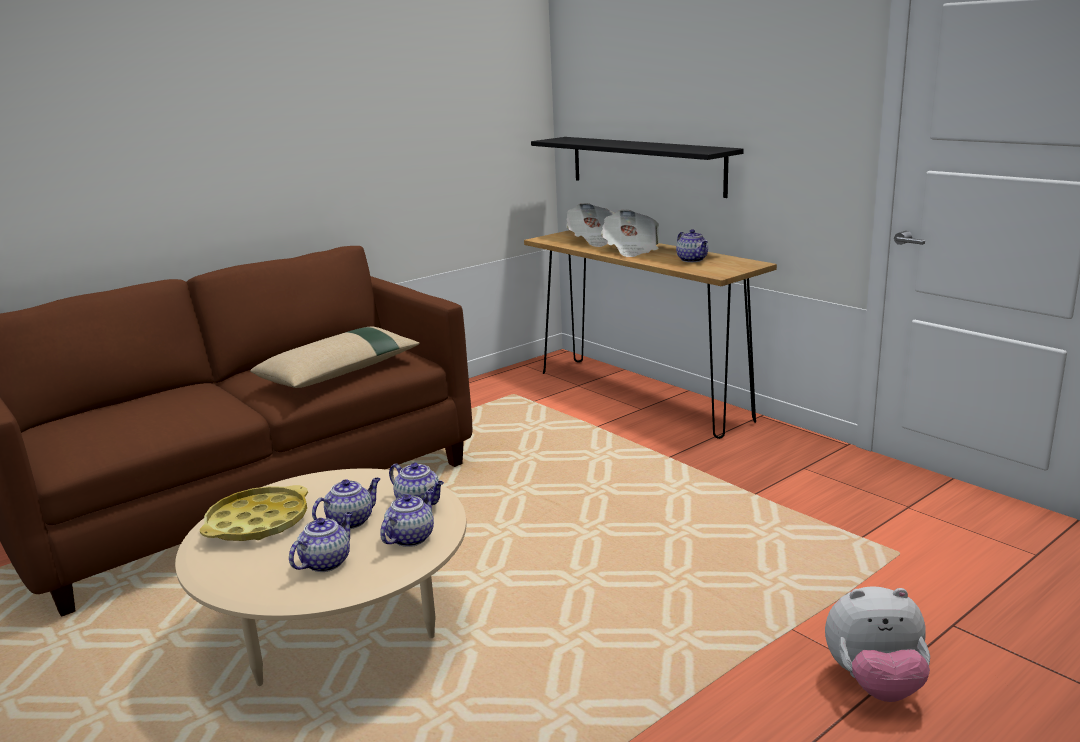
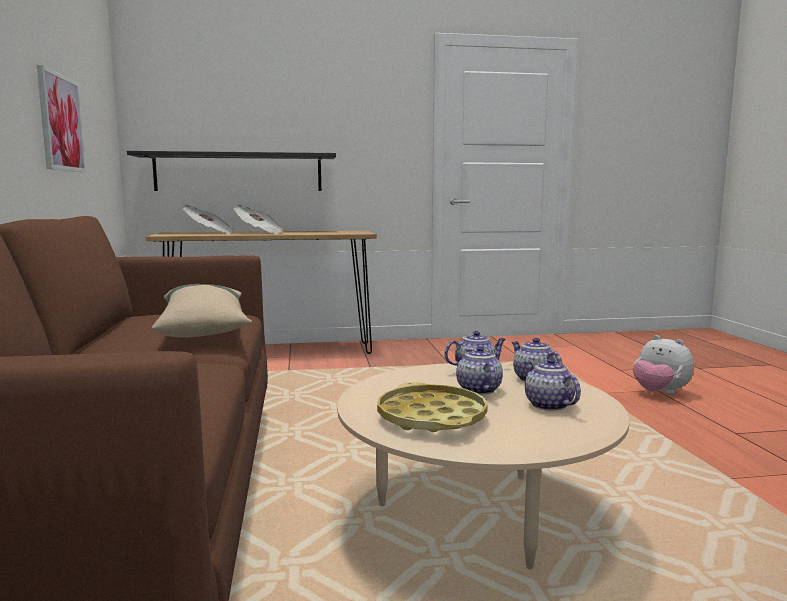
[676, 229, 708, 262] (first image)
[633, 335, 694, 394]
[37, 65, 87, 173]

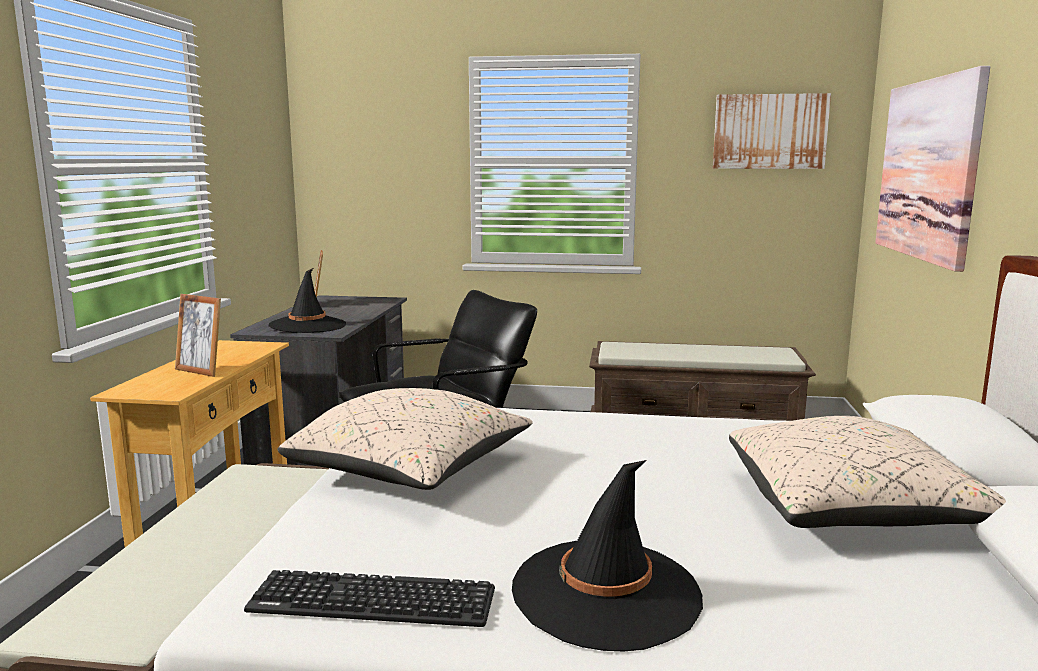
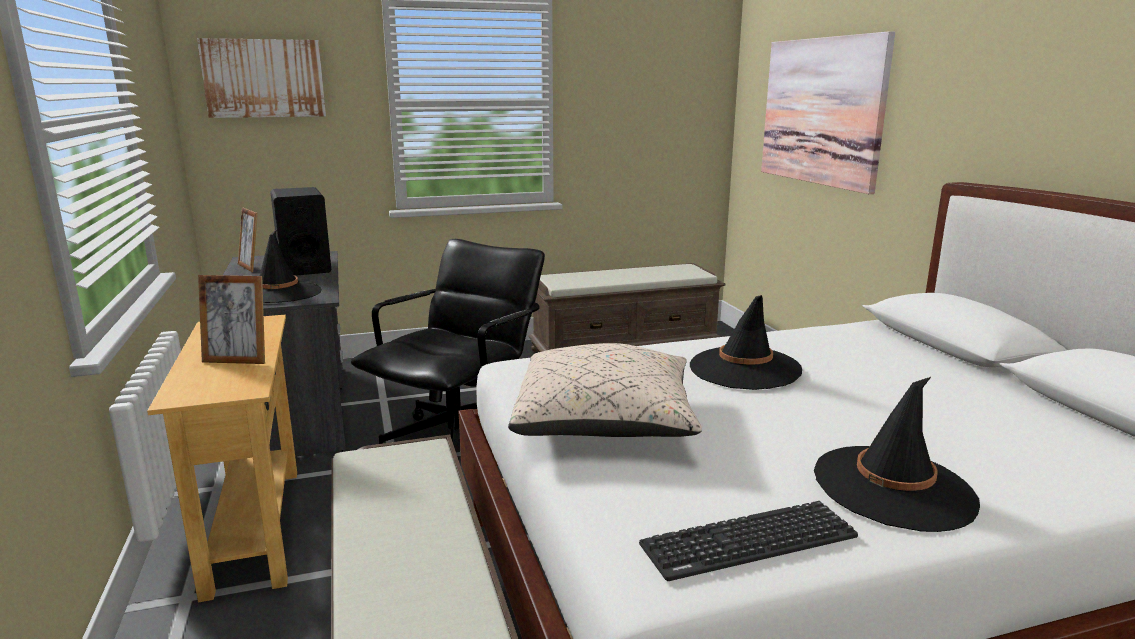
[197, 38, 326, 118]
[729, 416, 1006, 528] (first image)
[270, 187, 331, 276]
[690, 295, 802, 390]

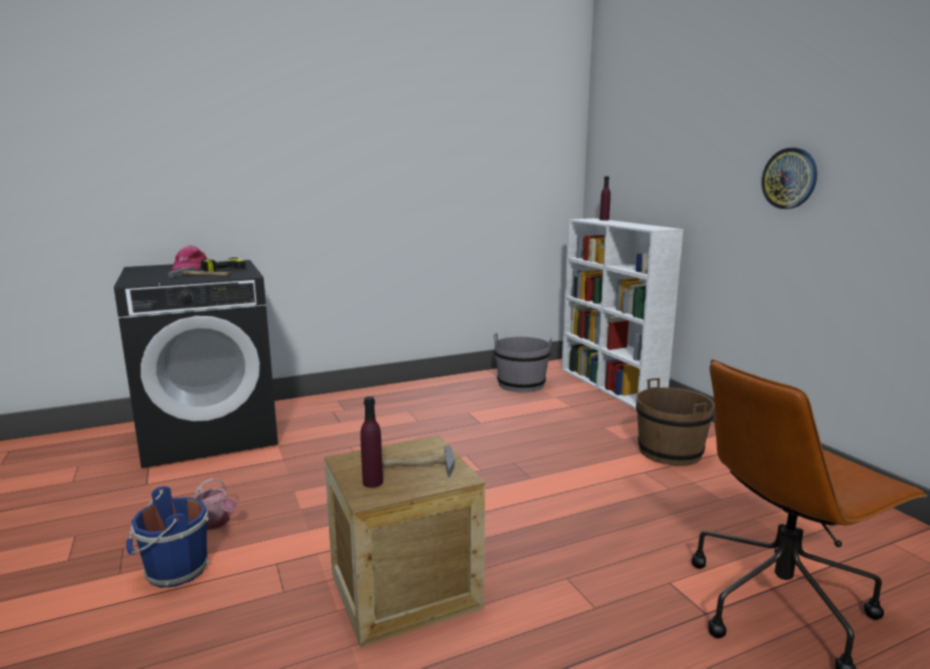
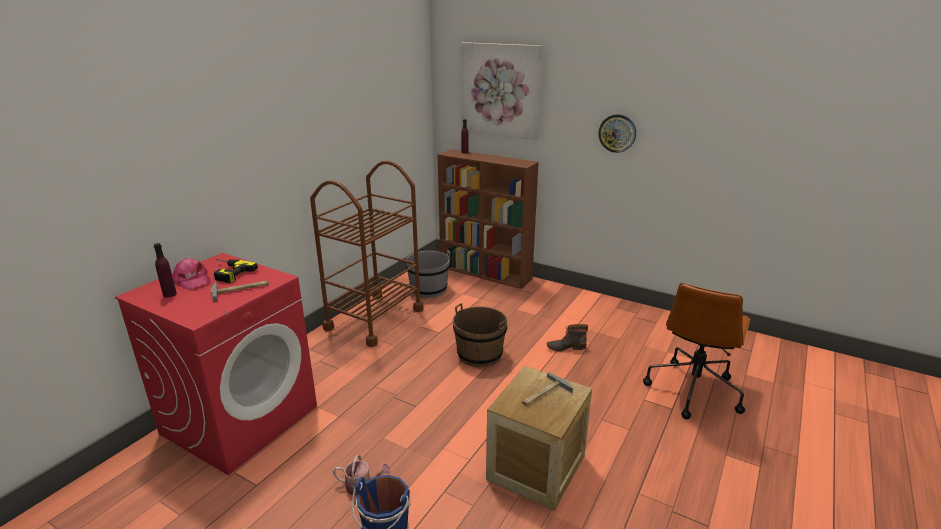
[115, 253, 317, 475]
[154, 243, 177, 297]
[438, 149, 539, 289]
[453, 303, 507, 367]
[310, 161, 424, 347]
[461, 42, 543, 140]
[547, 324, 588, 352]

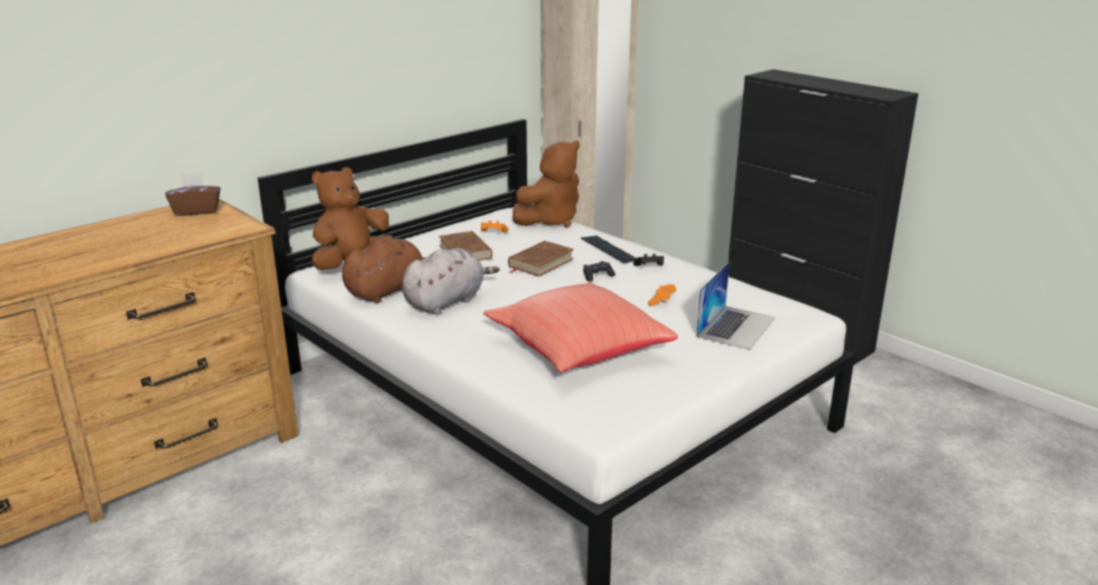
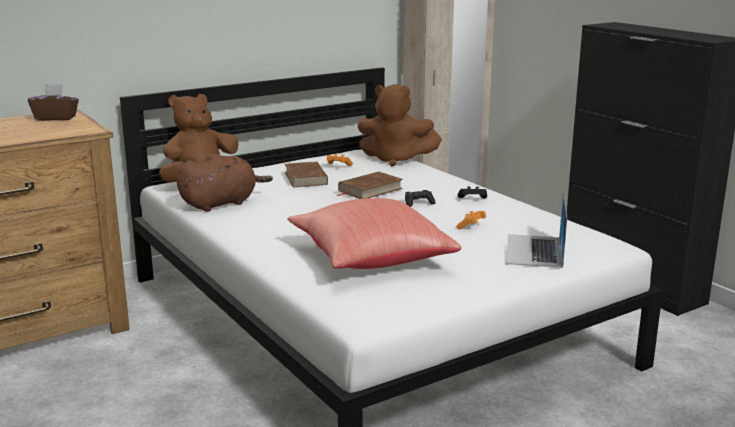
[402, 248, 500, 315] (first image)
[357, 84, 442, 166]
[581, 235, 637, 263] (first image)
[506, 192, 567, 268]

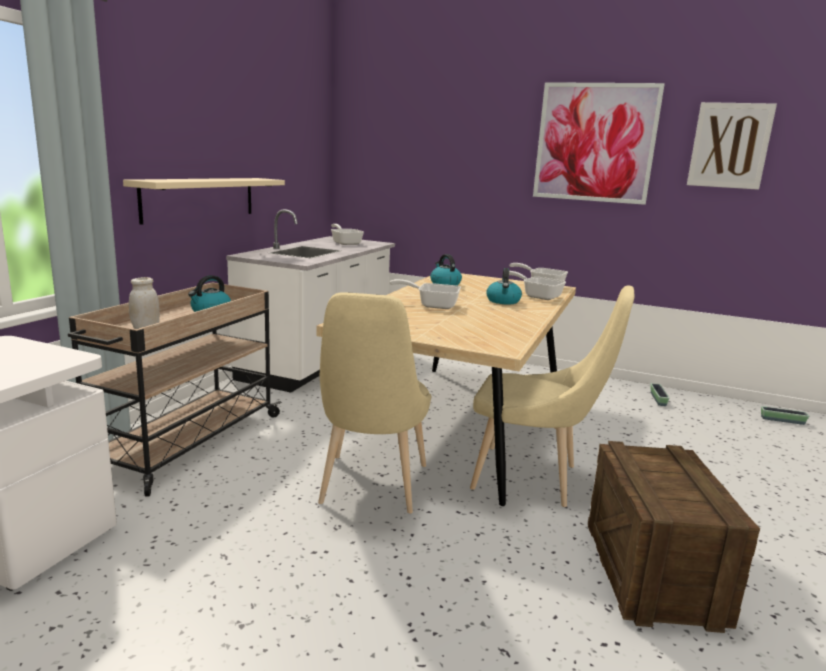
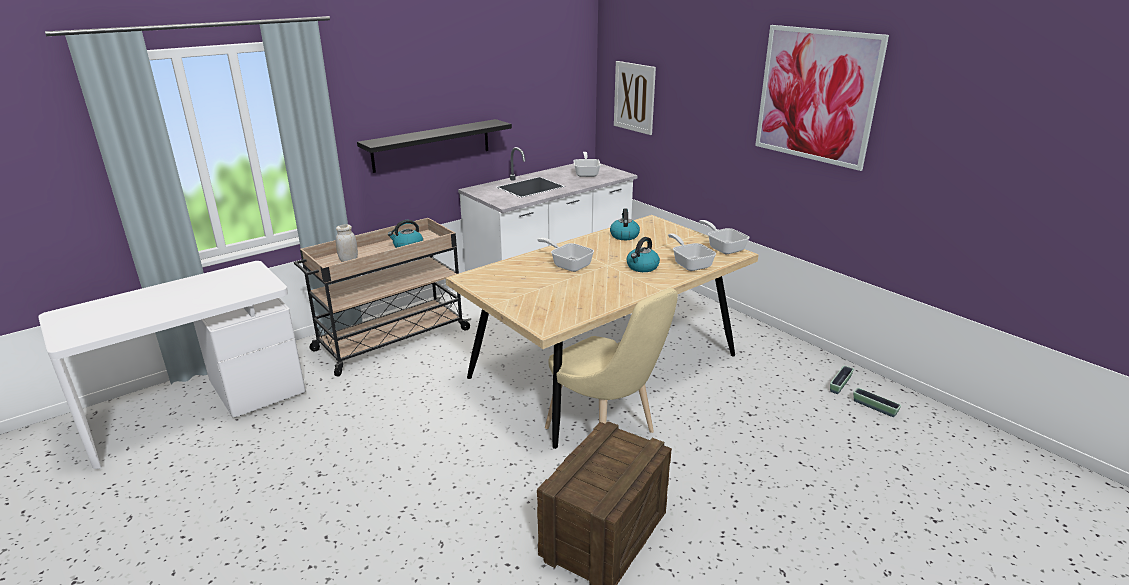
[357, 119, 512, 173]
[318, 292, 431, 513] (first image)
[614, 61, 656, 135]
[853, 388, 901, 417]

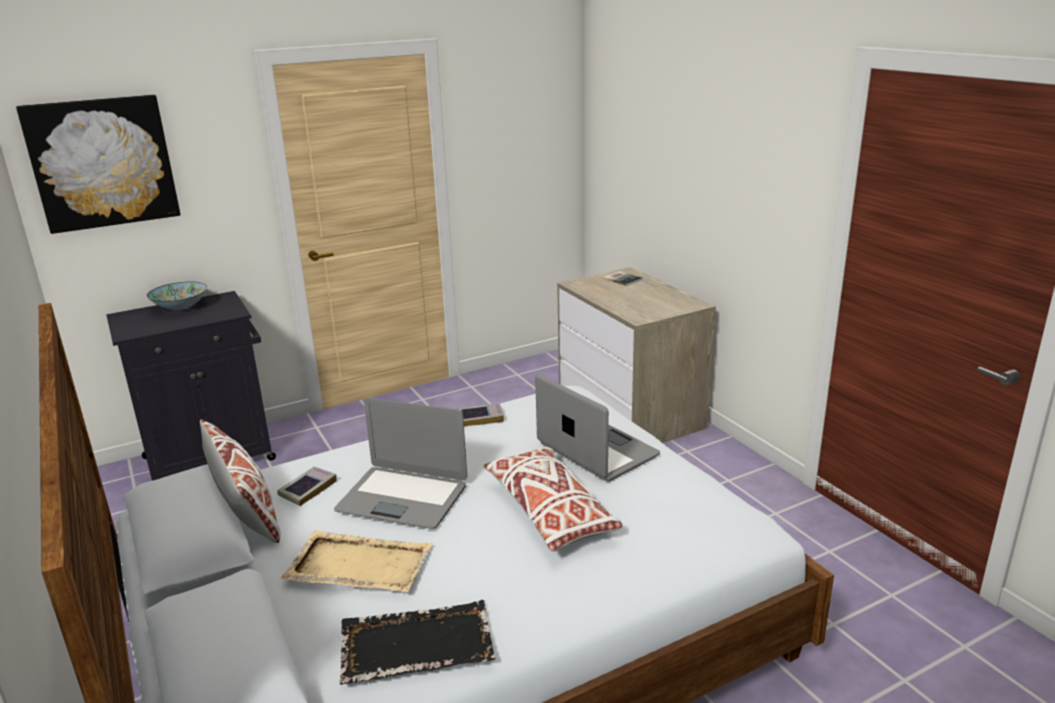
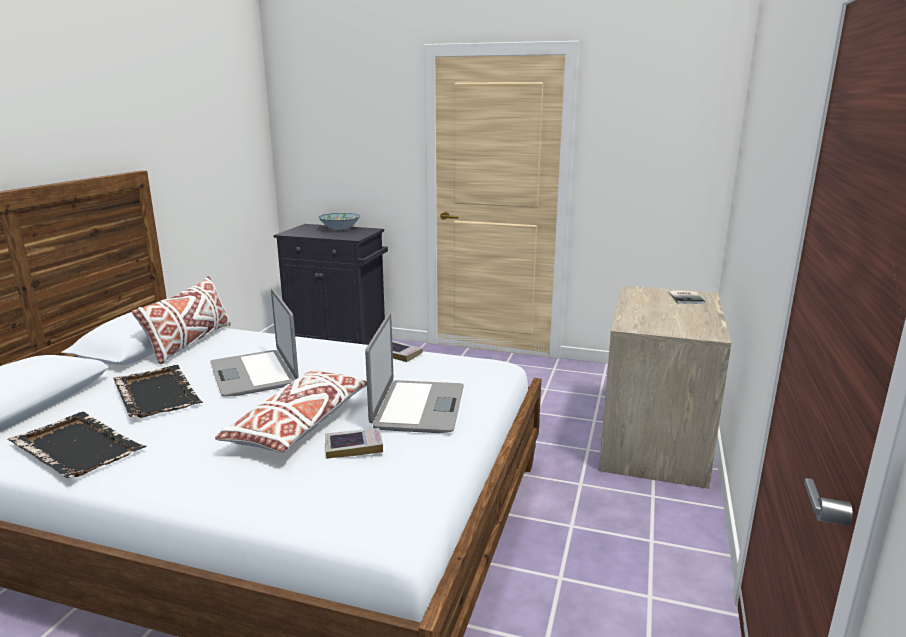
[16, 95, 181, 234] (first image)
[325, 428, 383, 459]
[113, 365, 203, 418]

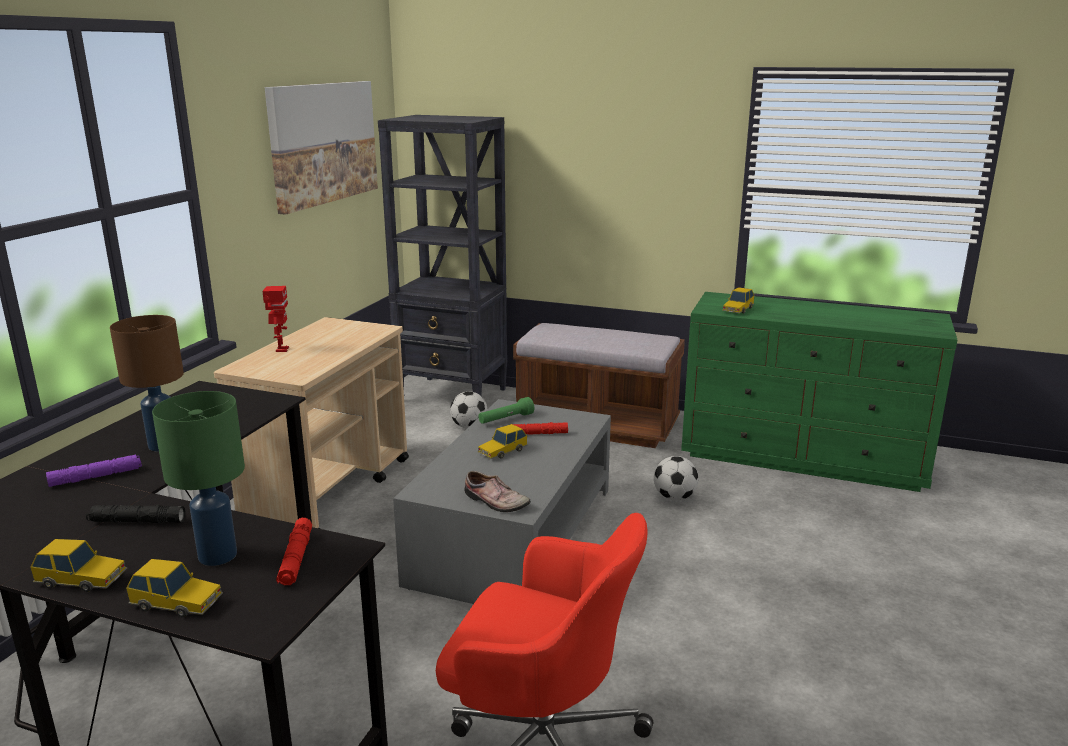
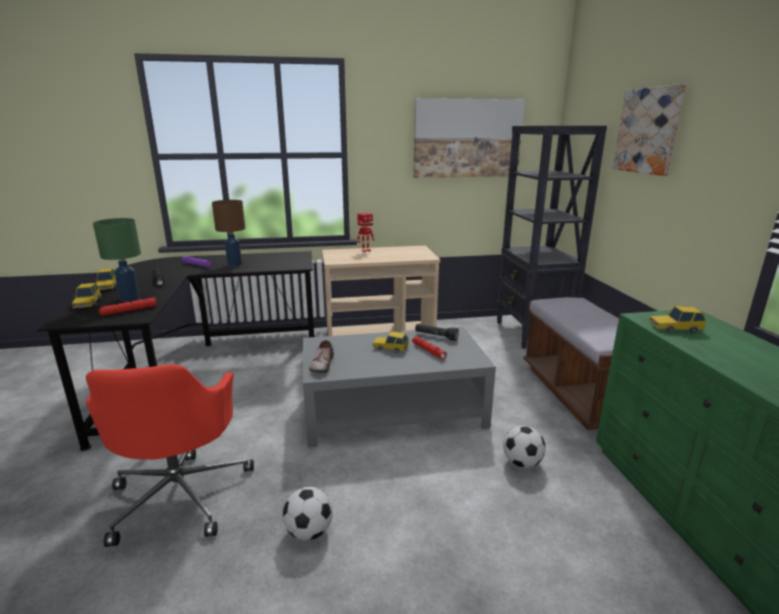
[283, 487, 333, 540]
[415, 324, 459, 341]
[613, 84, 686, 176]

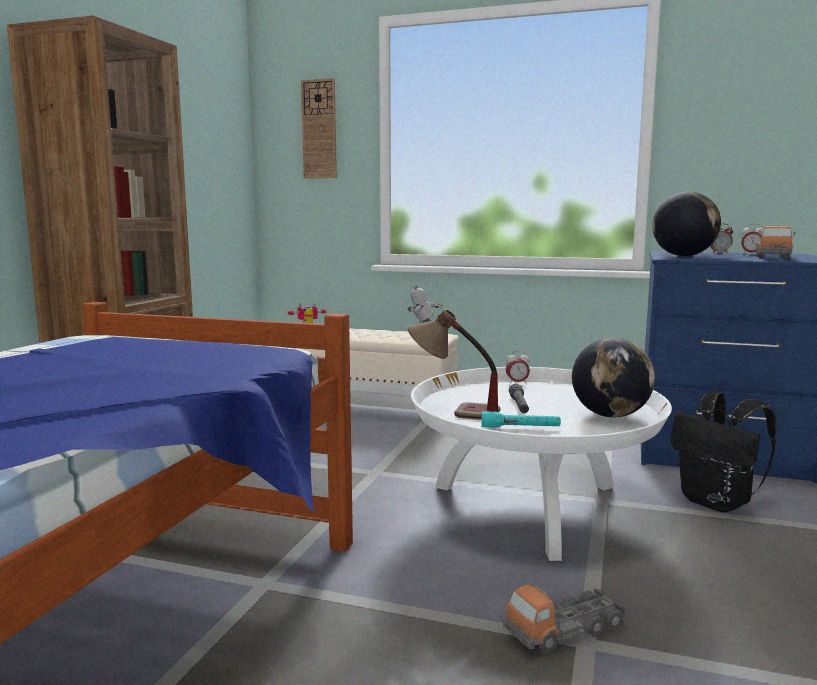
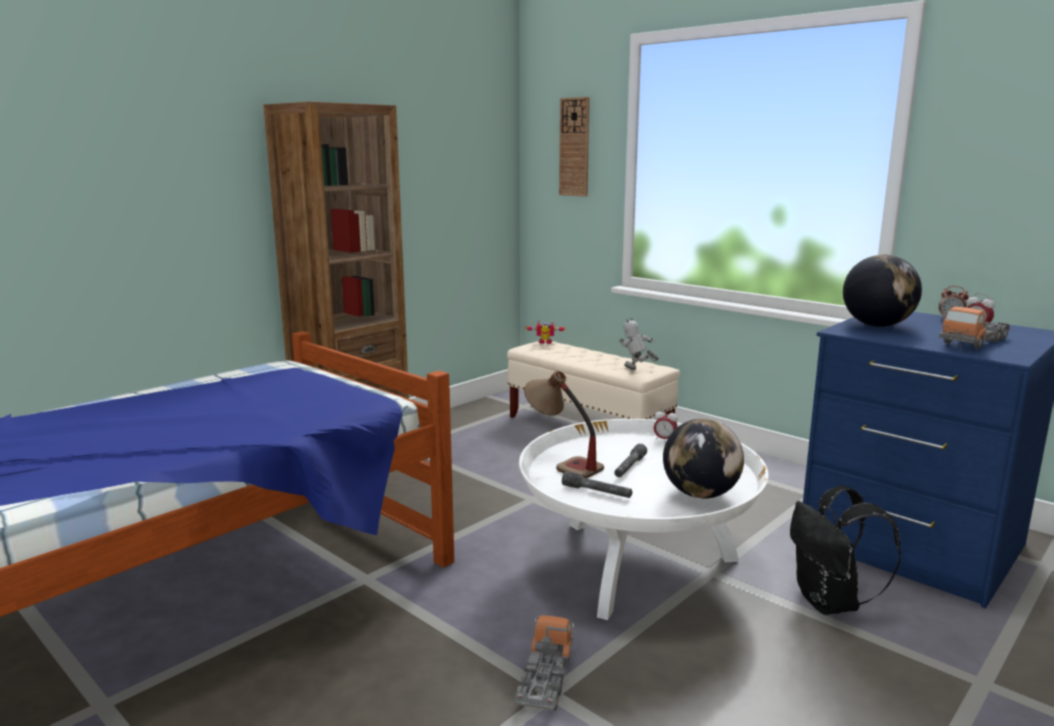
[562, 471, 632, 498]
[515, 615, 574, 711]

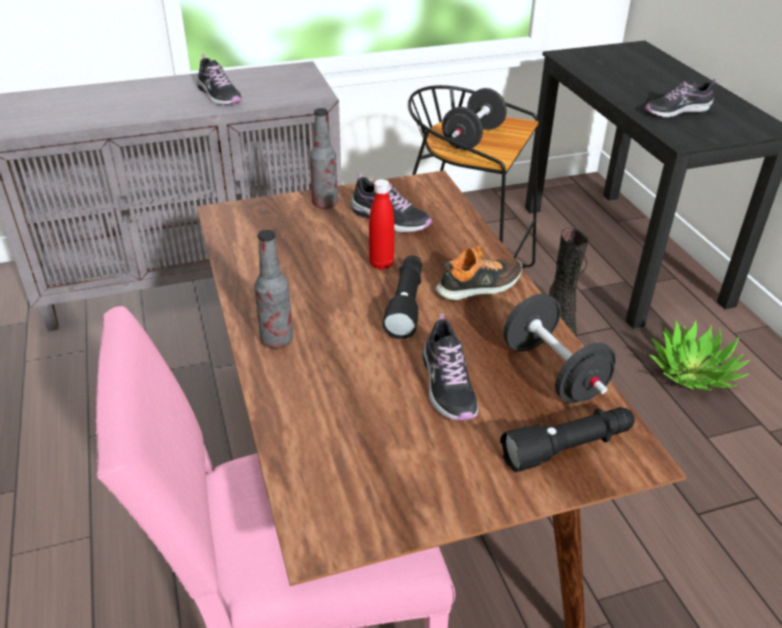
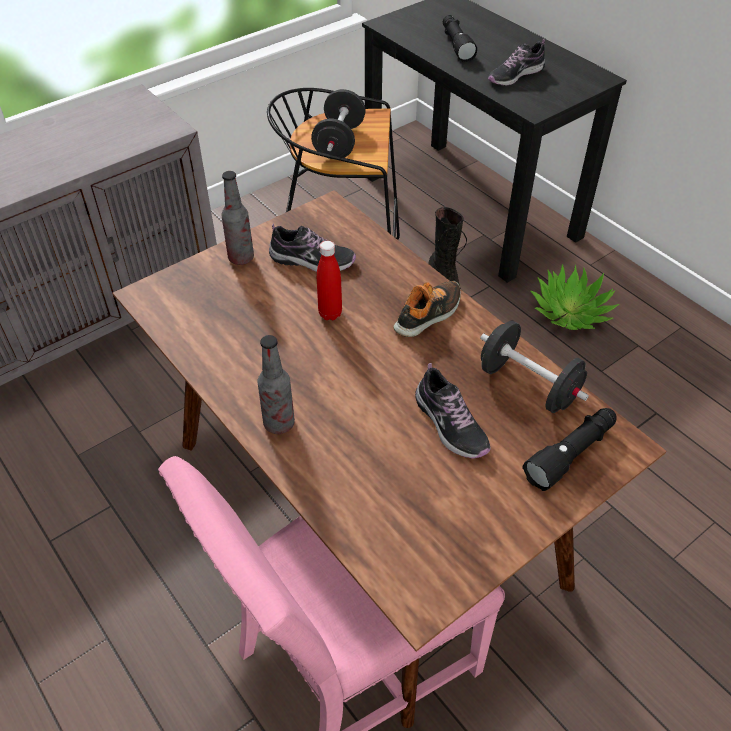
[197, 54, 242, 105] (first image)
[443, 15, 477, 62]

